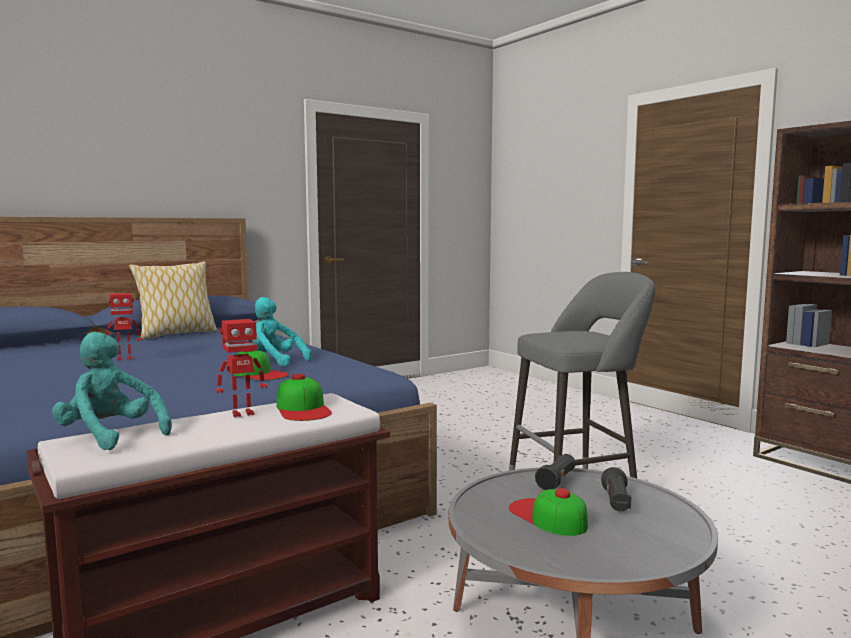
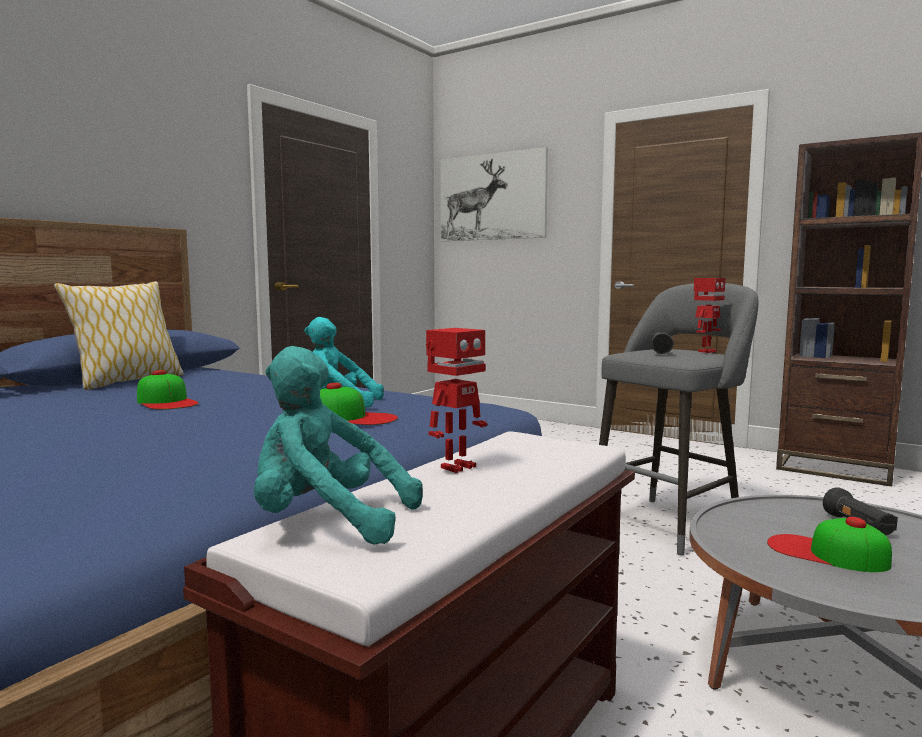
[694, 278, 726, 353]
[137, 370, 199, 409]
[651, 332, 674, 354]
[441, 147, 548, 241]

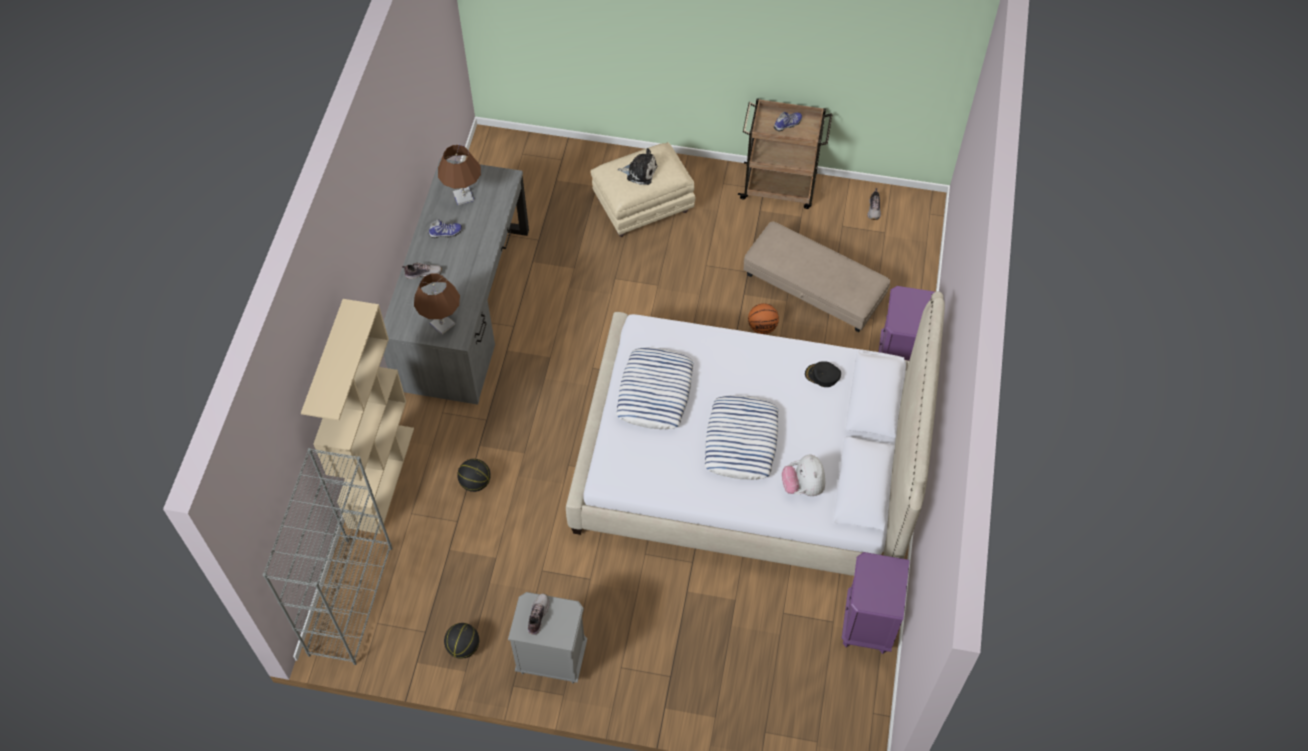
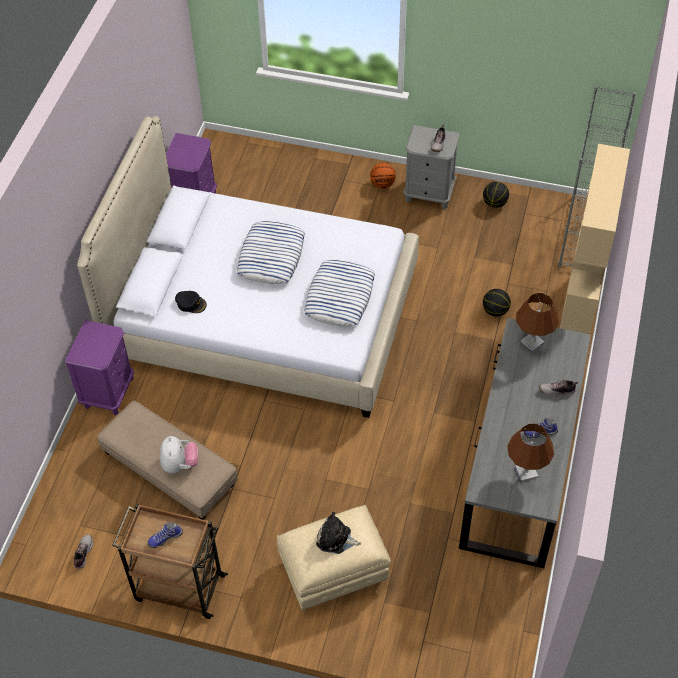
[370, 163, 396, 189]
[160, 436, 198, 474]

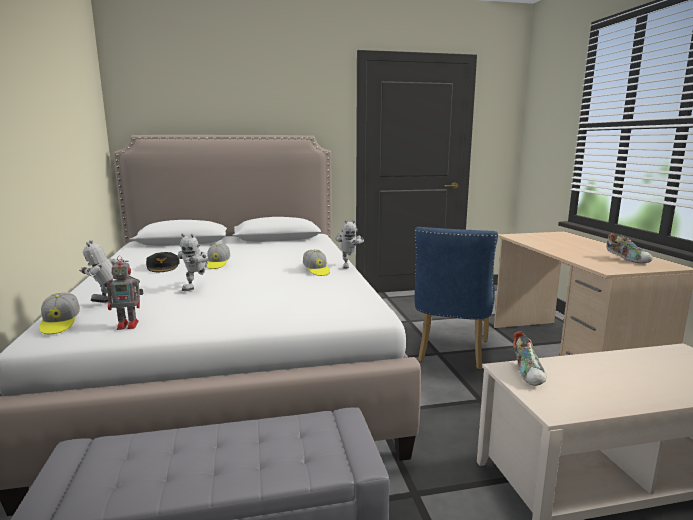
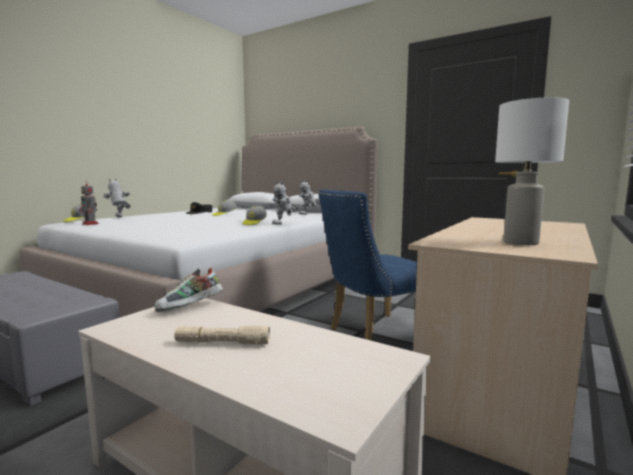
[298, 180, 320, 215]
[495, 97, 569, 245]
[174, 325, 270, 345]

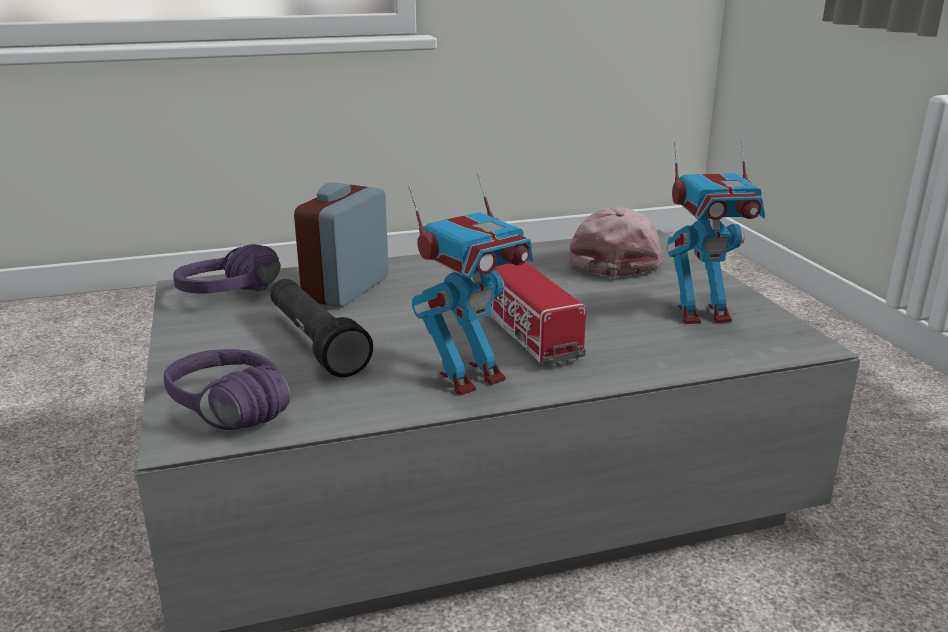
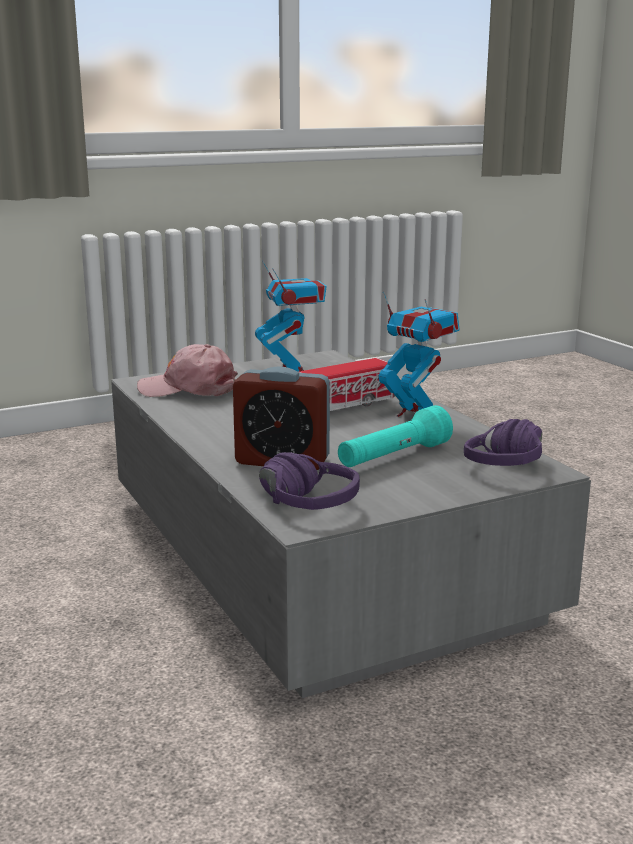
[338, 405, 453, 467]

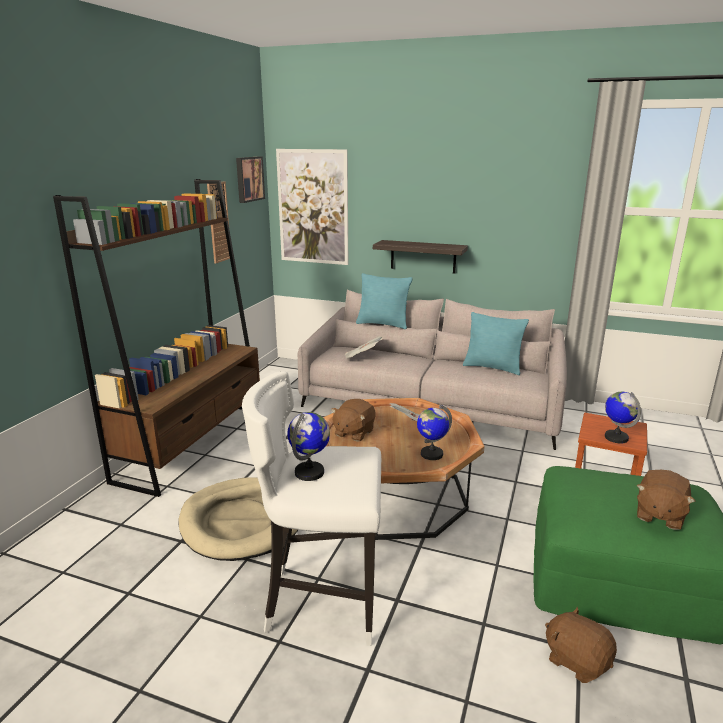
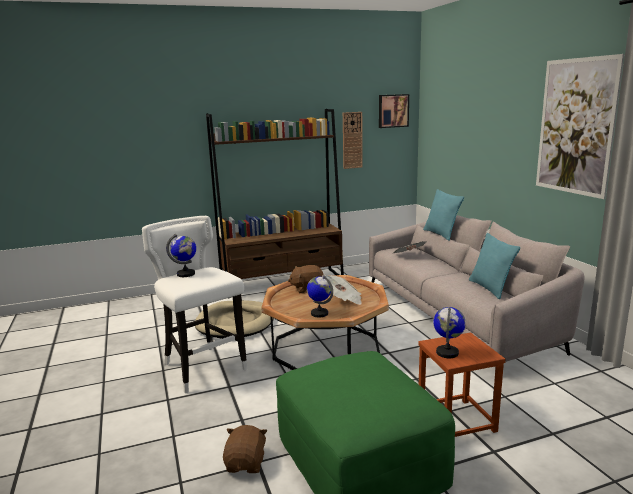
[536, 54, 624, 199]
[373, 240, 468, 274] (first image)
[637, 470, 696, 530] (first image)

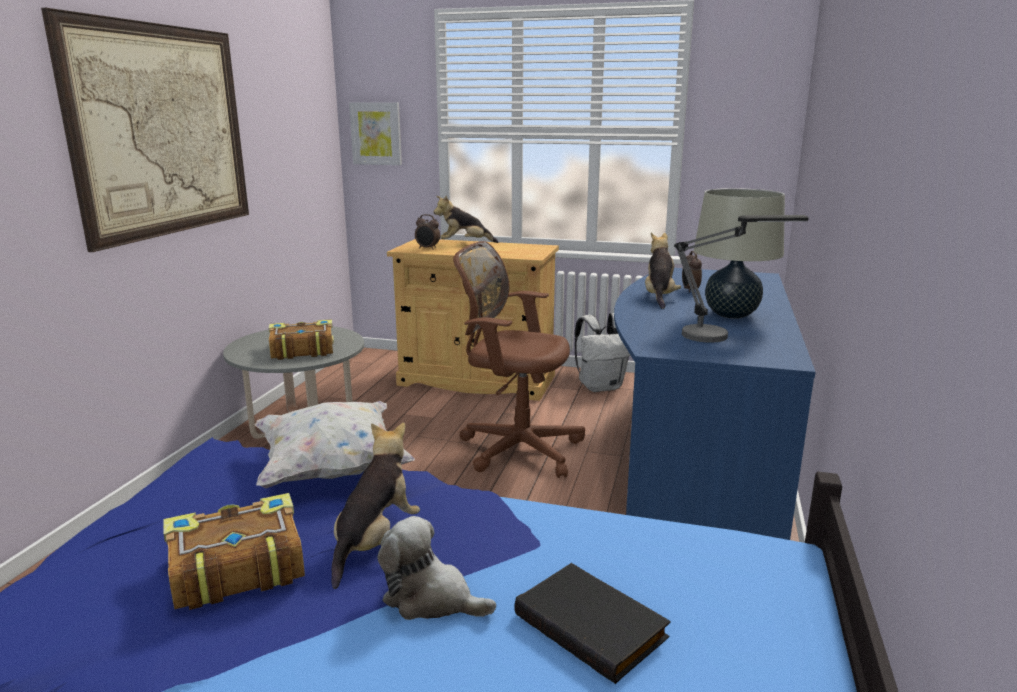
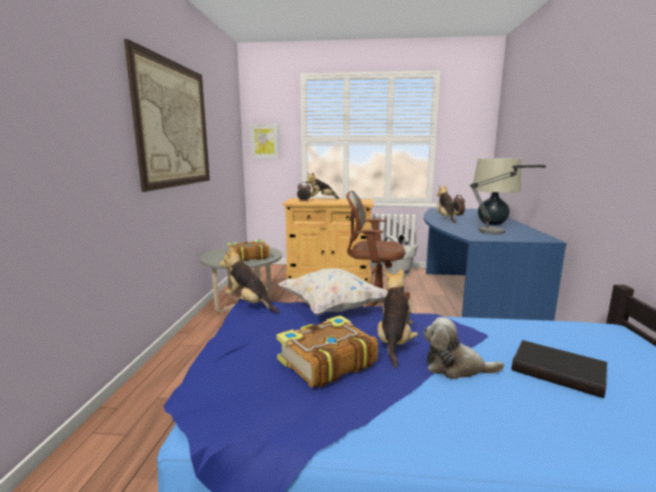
[220, 247, 279, 313]

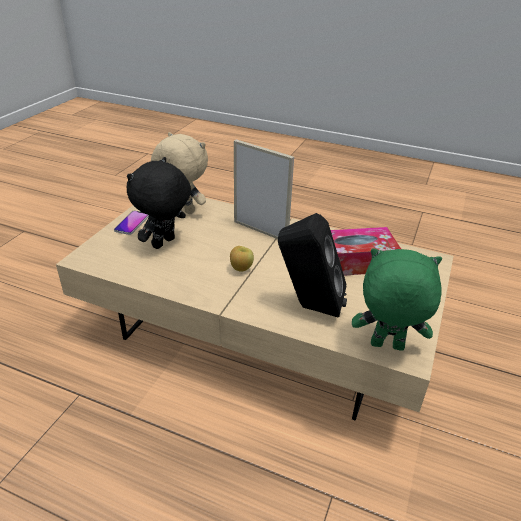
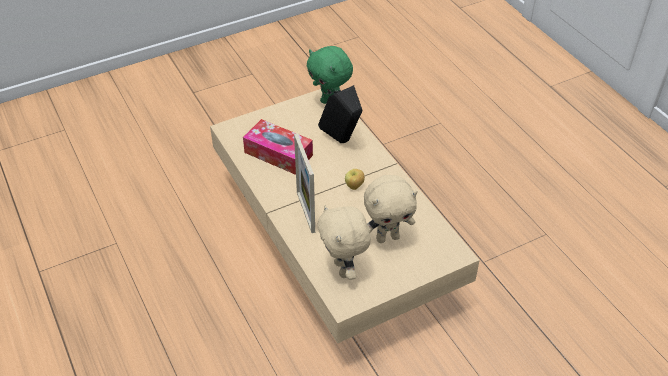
[114, 210, 149, 235] (first image)
[364, 175, 418, 243]

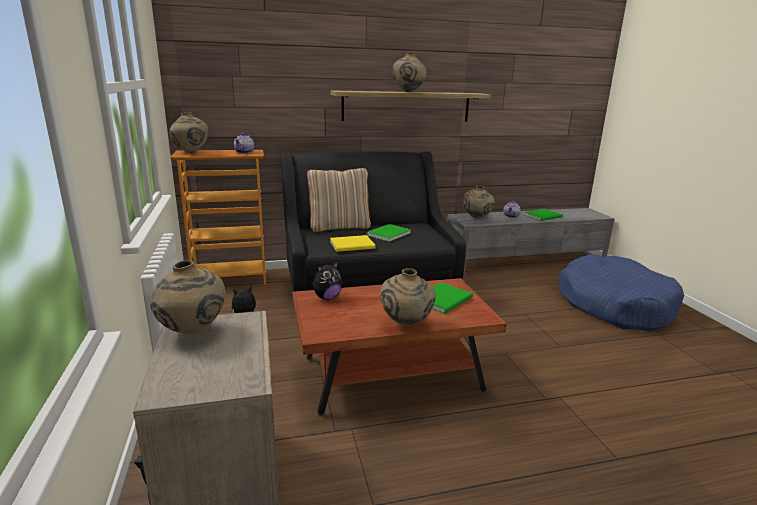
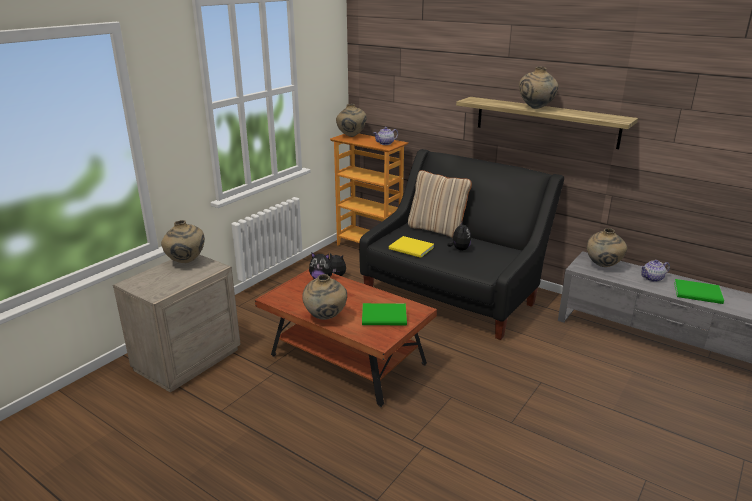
[447, 222, 471, 251]
[558, 254, 684, 332] (first image)

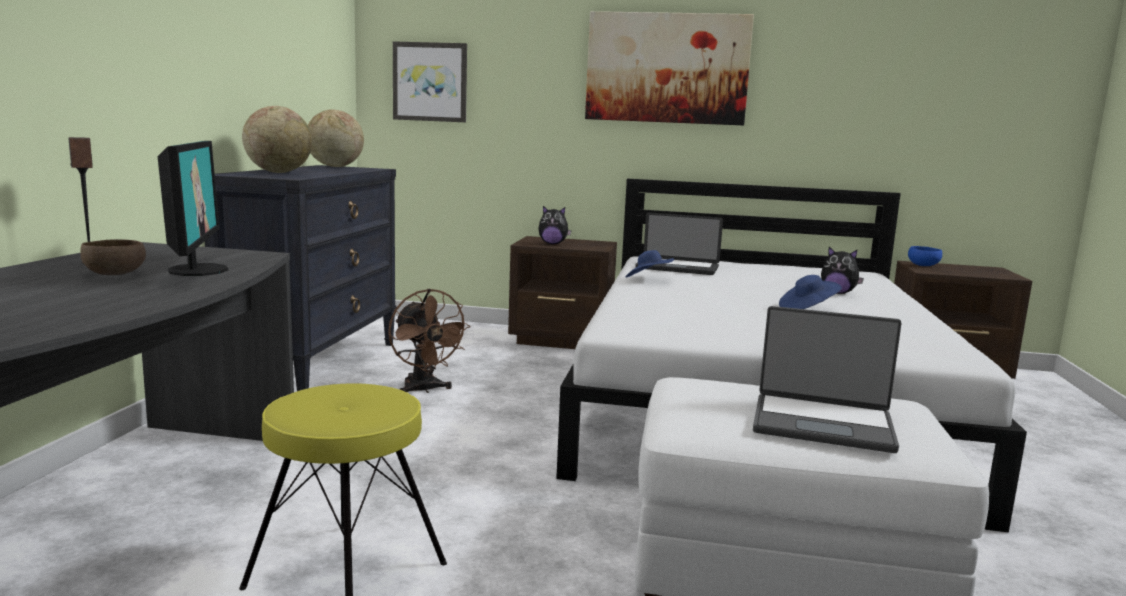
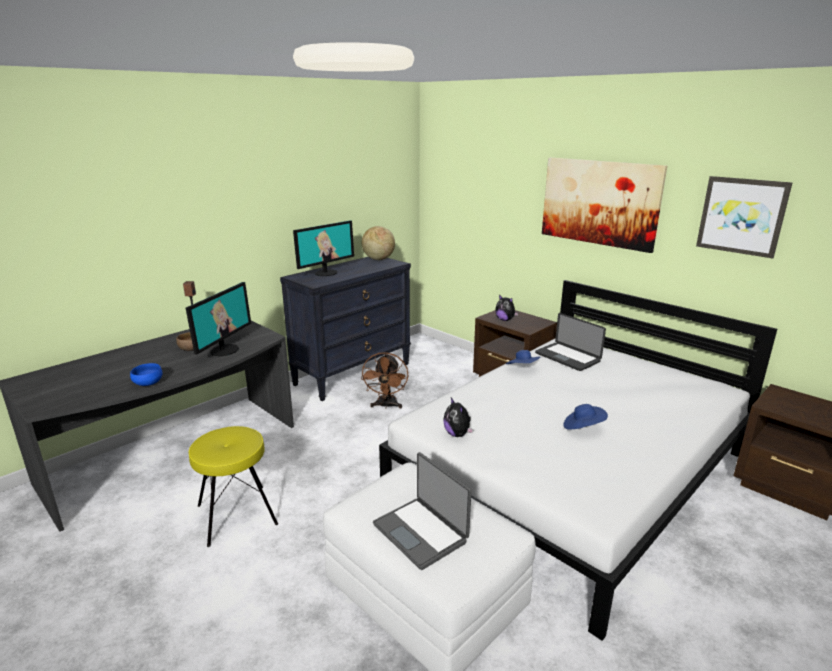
[293, 220, 354, 276]
[696, 176, 792, 258]
[444, 398, 474, 437]
[130, 363, 162, 386]

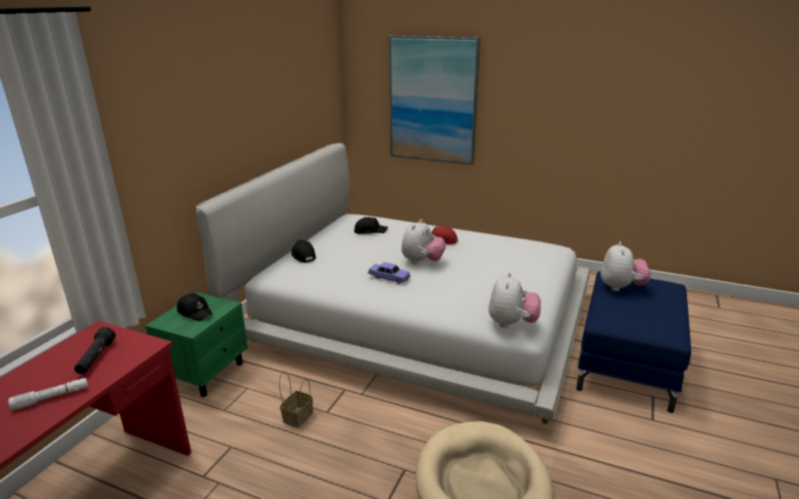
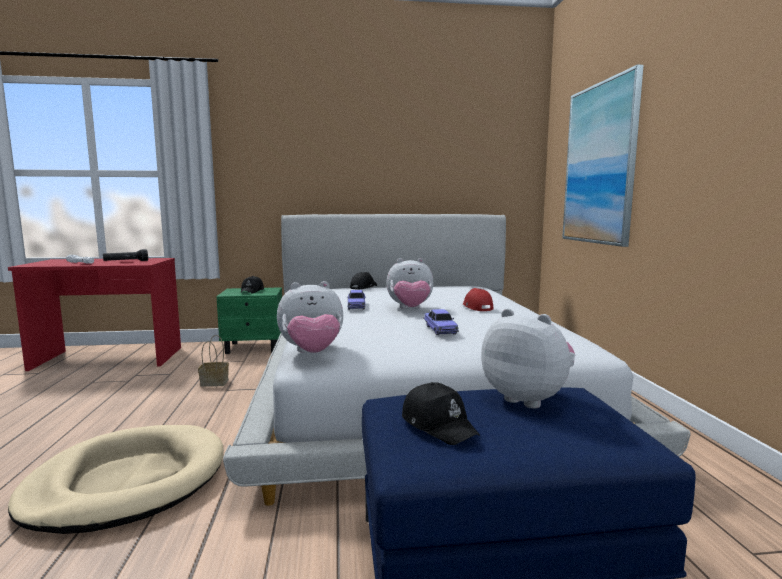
[402, 382, 480, 445]
[481, 308, 575, 409]
[423, 309, 459, 335]

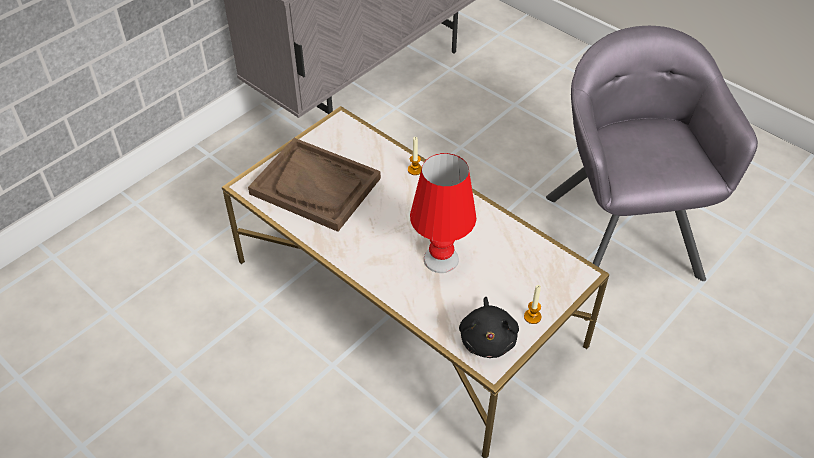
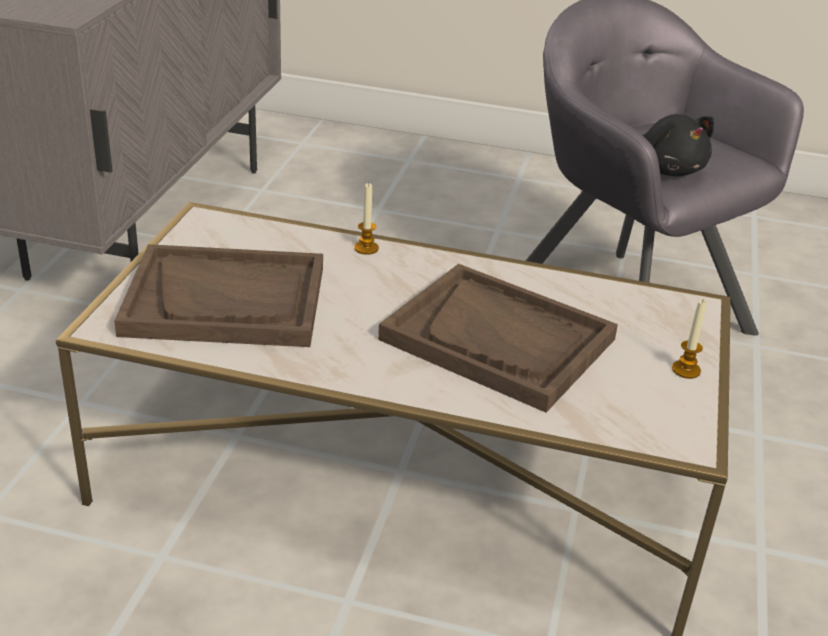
[378, 264, 618, 412]
[643, 114, 714, 176]

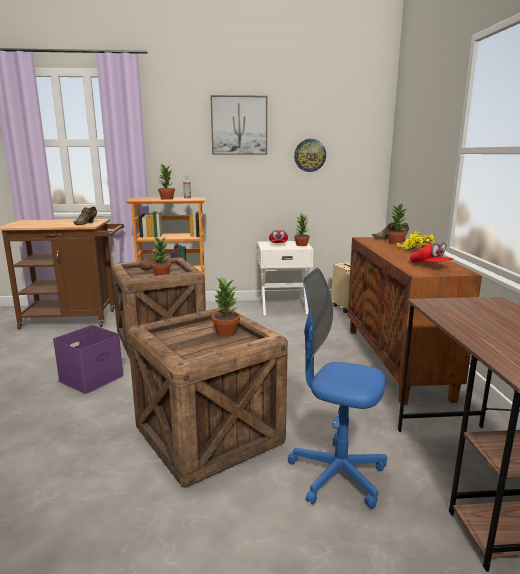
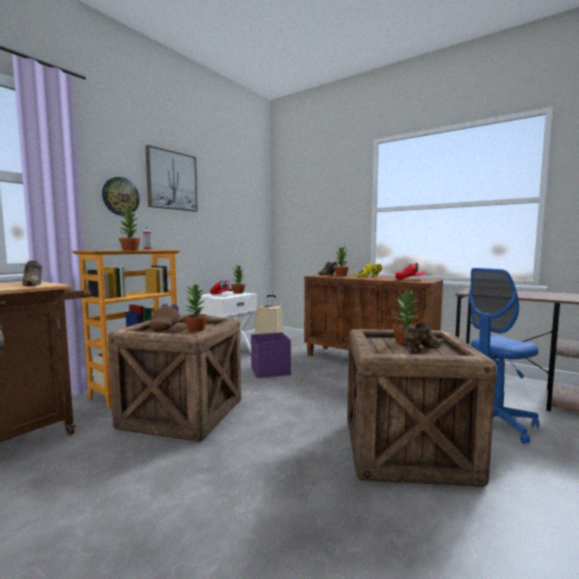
[251, 333, 291, 378]
[102, 177, 140, 216]
[404, 323, 444, 351]

